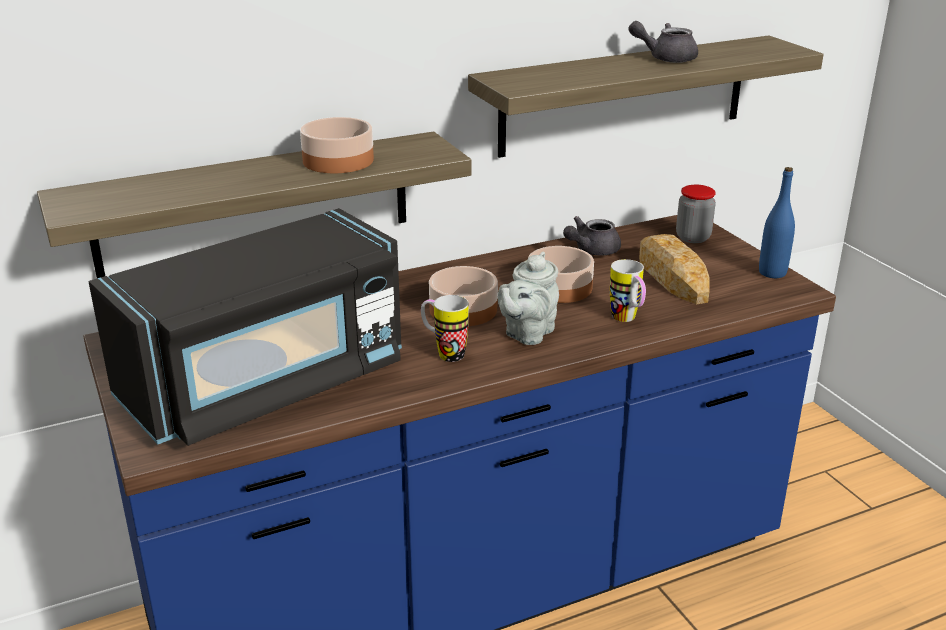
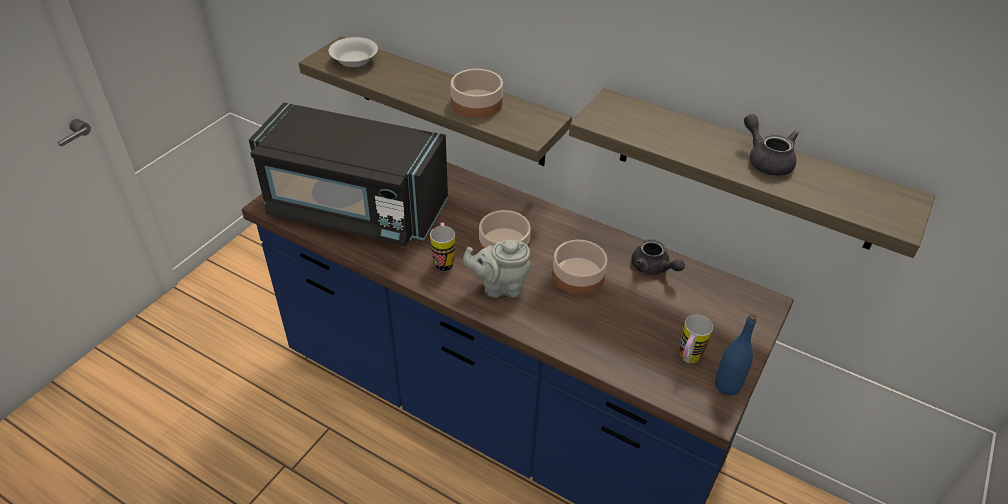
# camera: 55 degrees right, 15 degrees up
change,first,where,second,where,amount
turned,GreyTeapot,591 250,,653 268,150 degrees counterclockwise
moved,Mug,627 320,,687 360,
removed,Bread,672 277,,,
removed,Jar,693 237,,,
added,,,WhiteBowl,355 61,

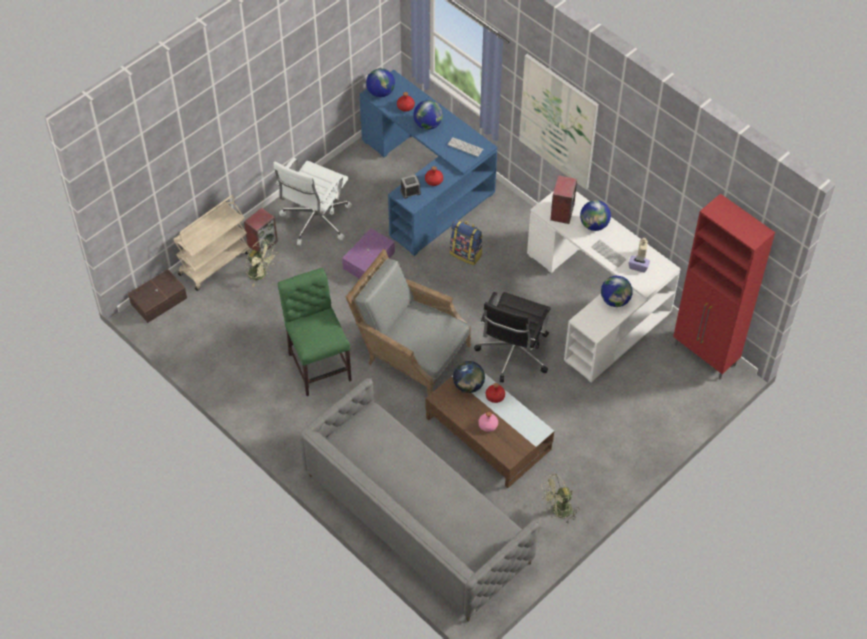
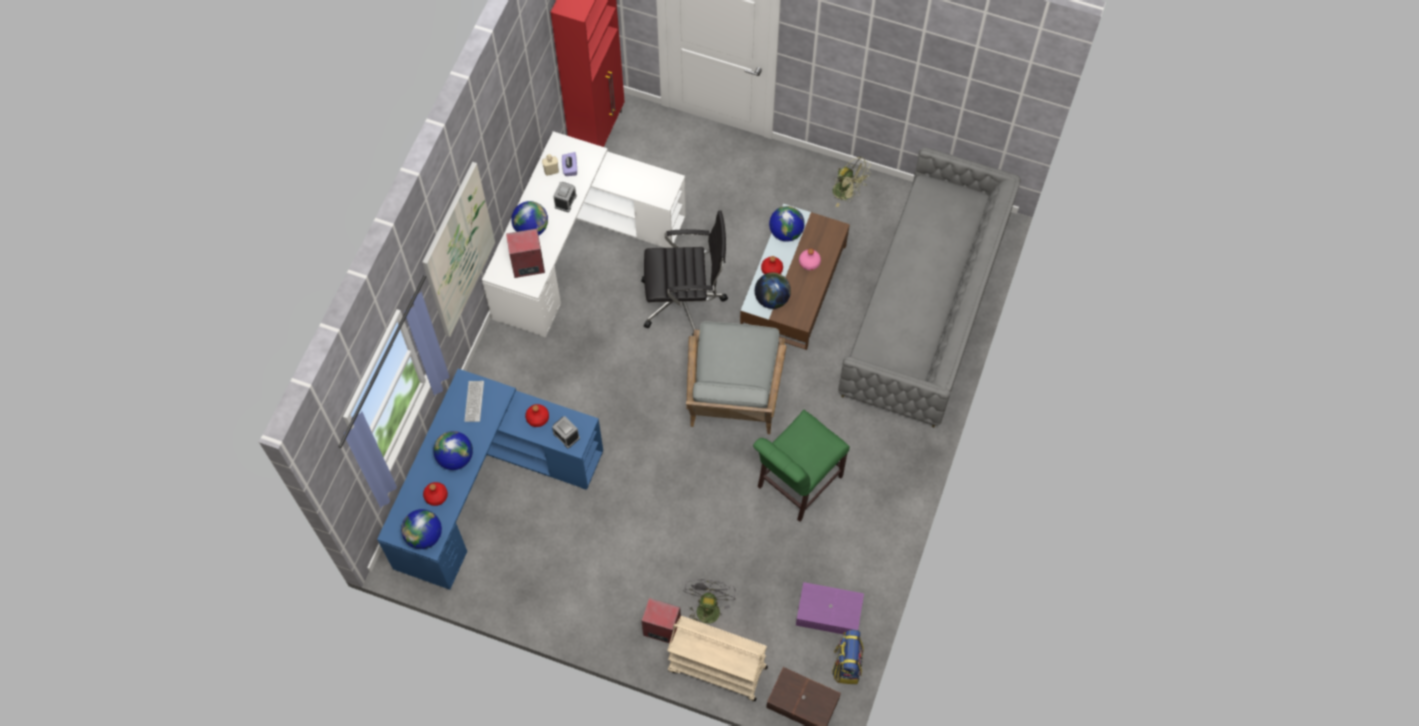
# camera: 115 degrees left, 10 degrees up
change,first,where,second,where,amount
recoloured,GreenFan,261 274,GreyFan,707 606,
removed,WhiteOfficeChair,315 221,,,
moved,PurpleStorageBox,369 260,,828 611,
moved,Backpack,466 253,,847 664,
replaced,Keyboard,608 254,AlarmClock,565 201,
moved,Globe,615 300,,786 232,

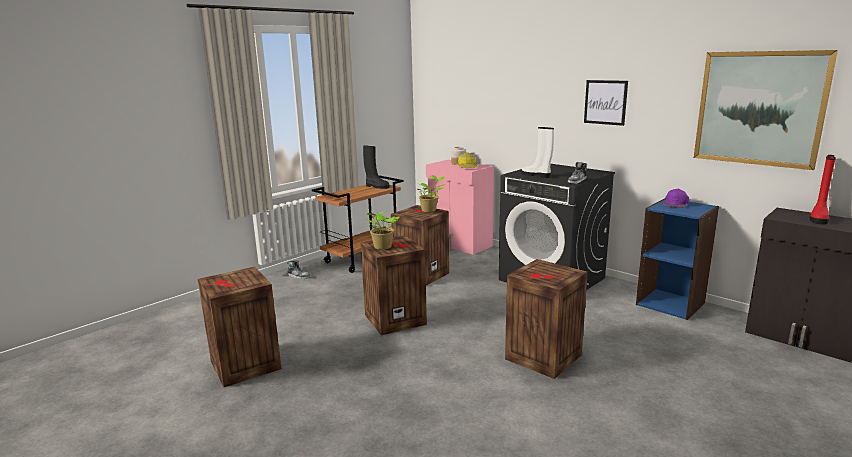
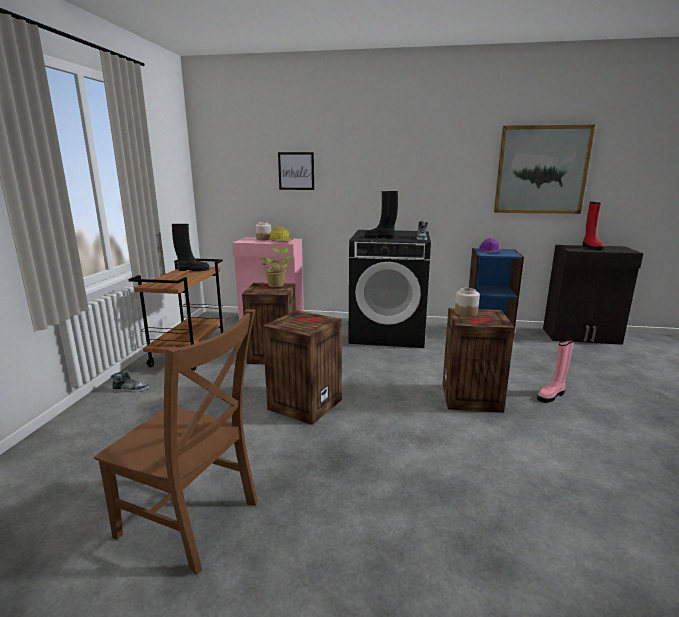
# camera: 35 degrees left, 0 degrees up
change,first,where,second,where,amount
replaced,Crate,244 366,BrownChair,192 521,
removed,PottedPlant,382 247,,,
recoloured,WhiteBoot,537 175,BlackBoot,380 237,
moved,Picture,605 102,,296 171,
added,,,Jar,466 313,
added,,,PinkBoot,551 396,

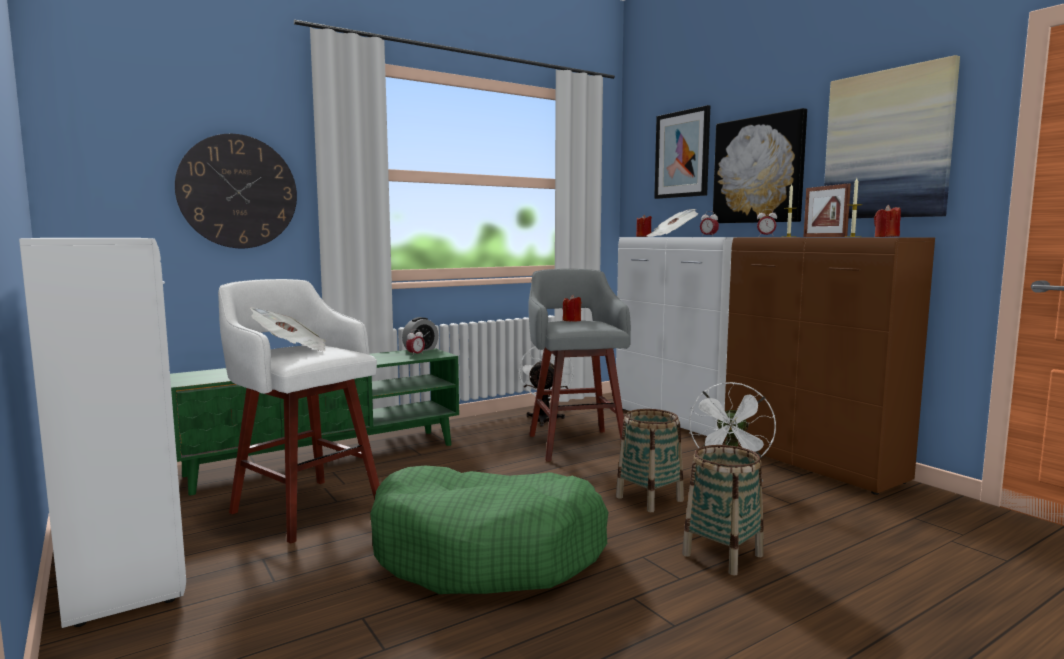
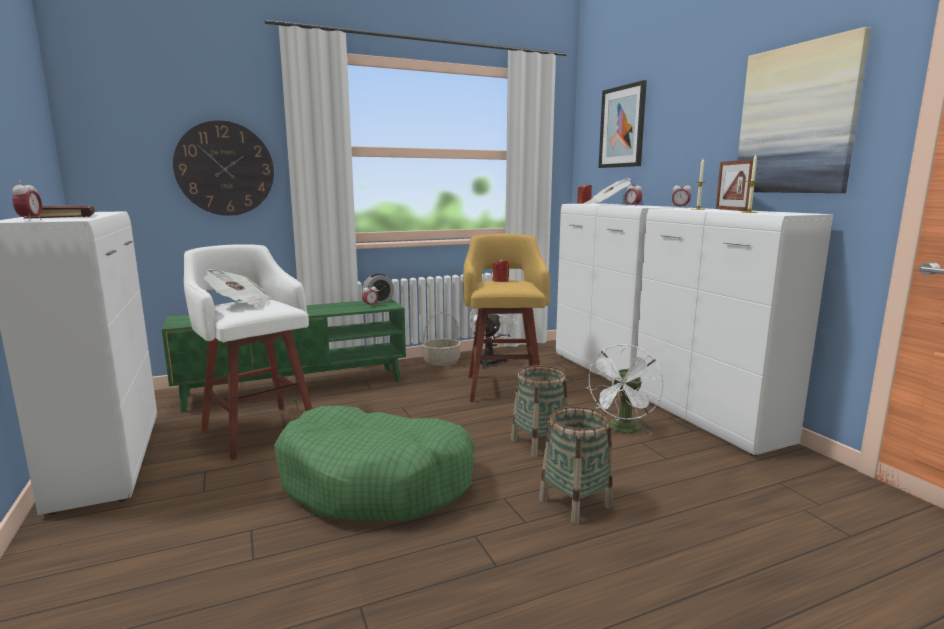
# camera: 10 degrees right, 5 degrees up
change,first,where,second,where,amount
recoloured,GreyStool,576 444,YellowStool,504 387,
removed,Picture,758 170,,,
recoloured,BrownCabinet,812 463,WhiteCabinet,709 420,
removed,RedCandle,886 237,,,
added,,,AlarmClock,30 220,
added,,,Book,63 216,
added,,,Basket,442 362,

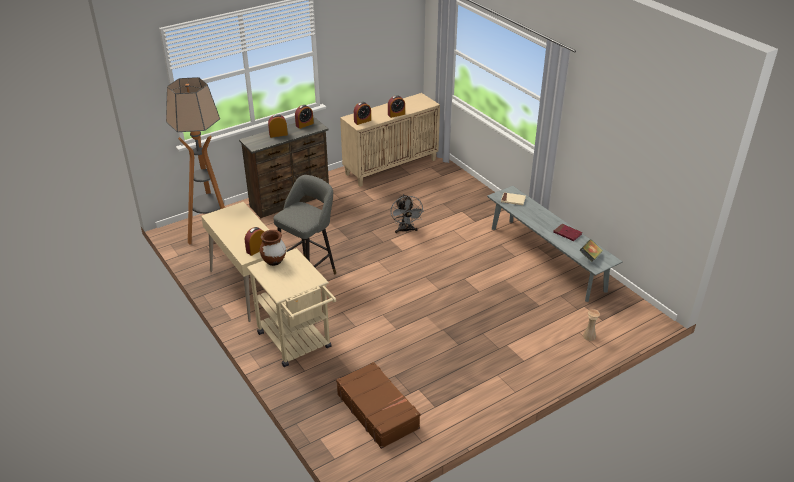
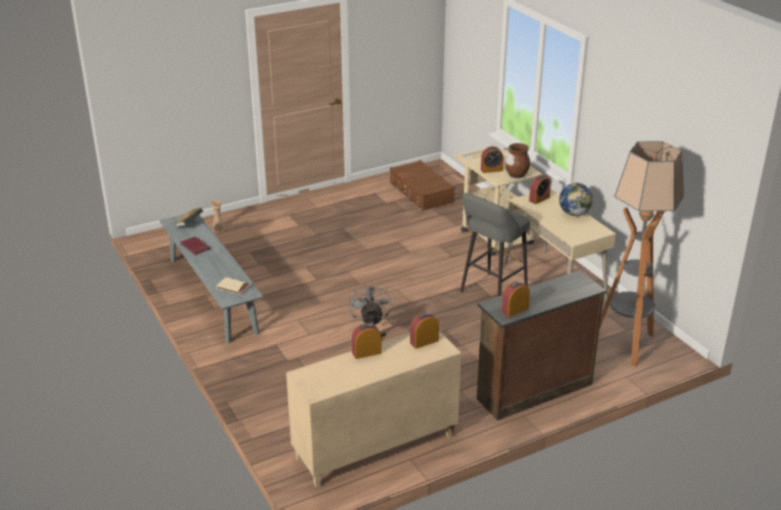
# camera: 175 degrees left, 5 degrees down
change,first,where,second,where,amount
moved,AlarmClock,278 134,,491 170,
added,,,Globe,574 213,

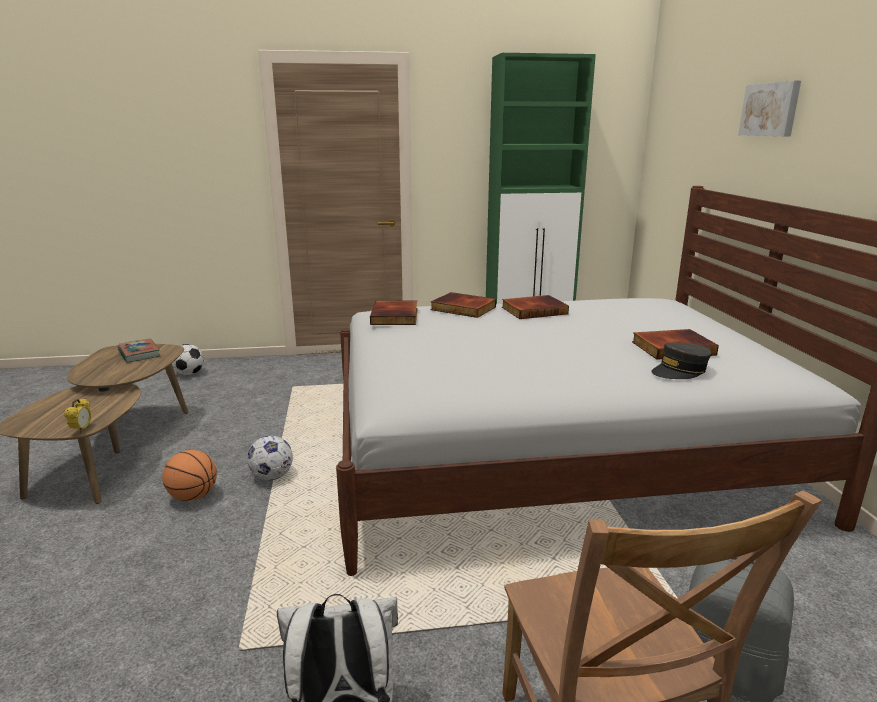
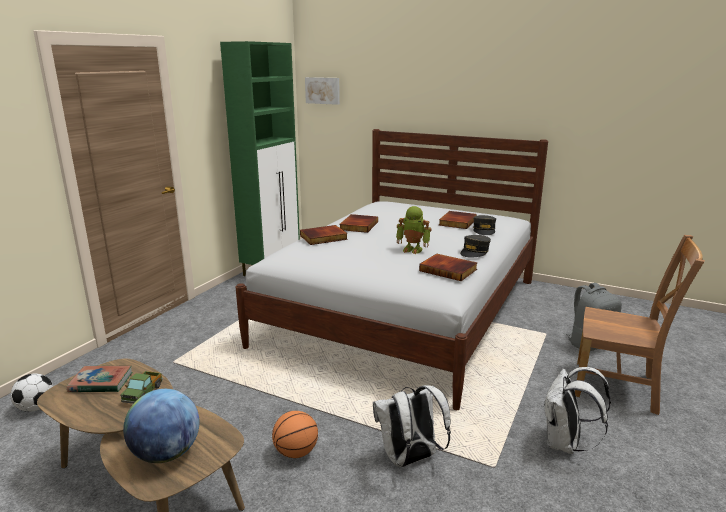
# camera: 55 degrees left, 0 degrees up
change,first,where,second,where,amount
removed,AlarmClock,82 429,,,
removed,Football,272 476,,,
moved,Book,396 316,,449 270,
moved,Picture,770 109,,323 90,
added,,,ToyTruck,143 393,
added,,,Globe,166 454,
added,,,WhiteBackpack,409 459,
added,,,ToyRobot,413 249,
added,,,GreyCap,474 252,

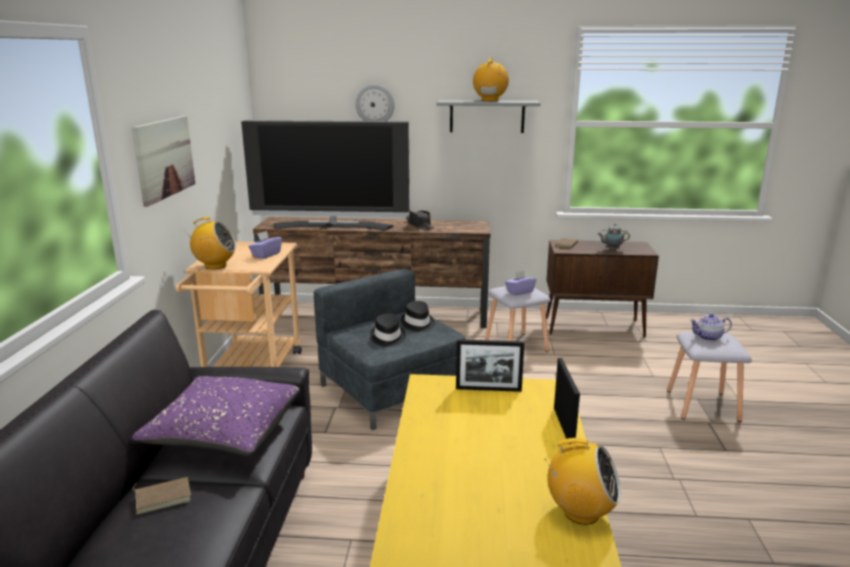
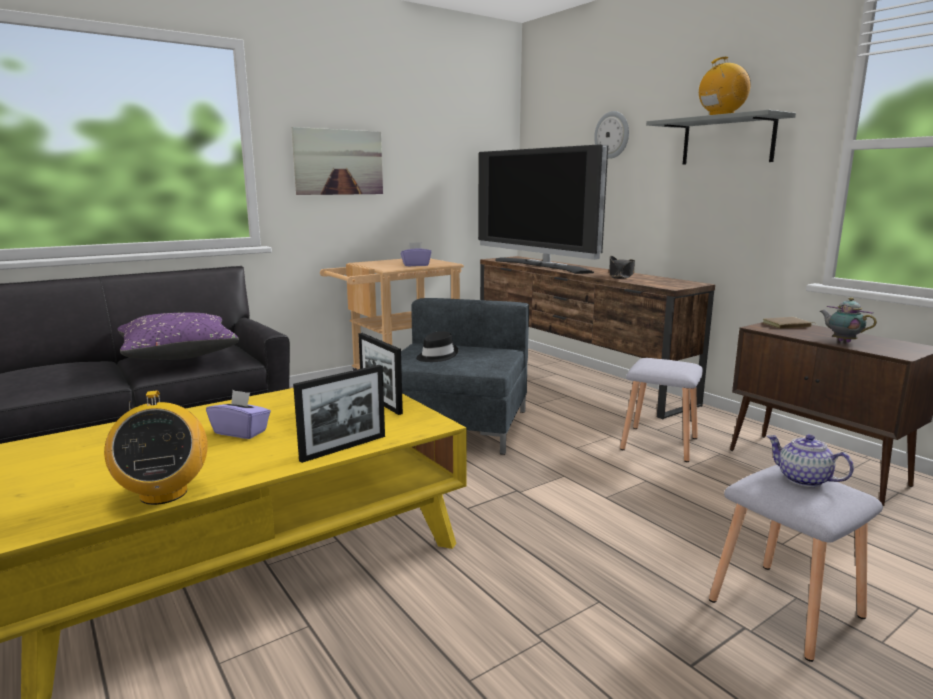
# camera: 50 degrees right, 5 degrees down
change,first,where,second,where,amount
removed,BrownBook,163 496,,,
removed,Radio,215 266,,,
removed,BlackHat,417 323,,,
moved,PurpleTissueBox,519 292,,241 432,

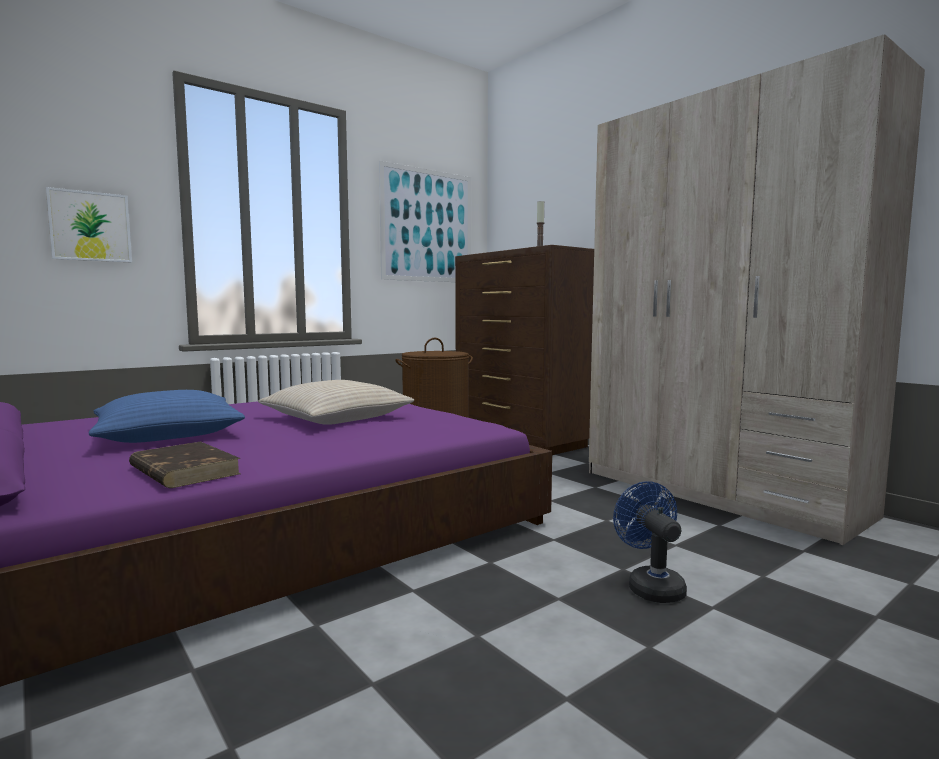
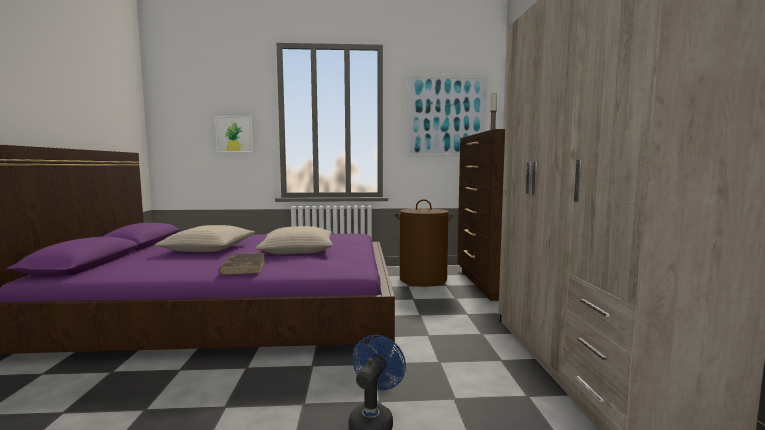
# camera: 35 degrees right, 0 degrees up
change,first,where,second,where,amount
recoloured,BluePillow,168 434,BeigePillow,209 249,
moved,BrownBook,184 470,,244 267,

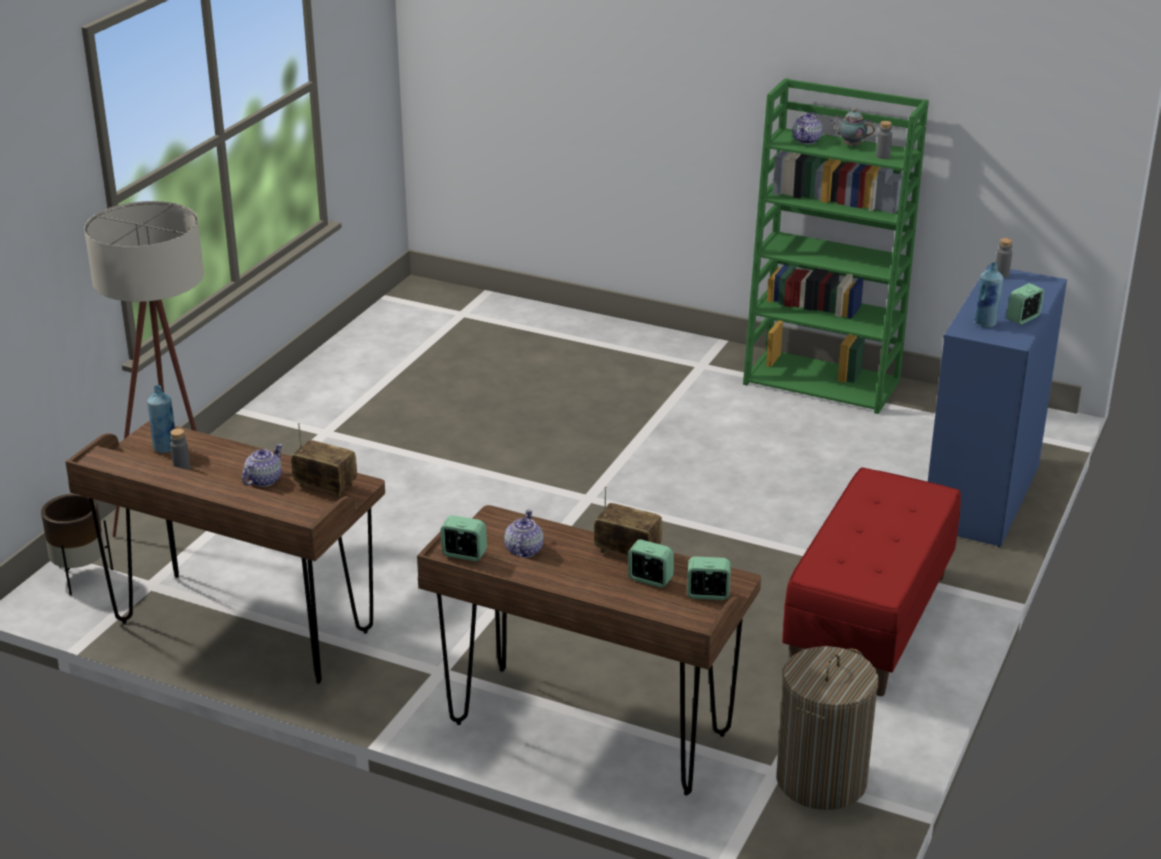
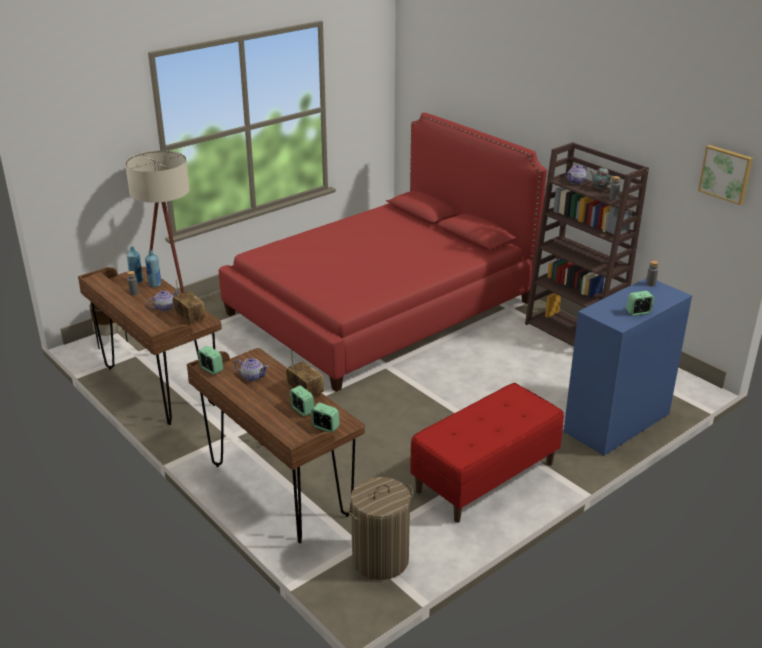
# camera: 25 degrees right, 0 degrees up
change,first,where,second,where,amount
turned,Teapot,523 551,,252 377,75 degrees clockwise
recoloured,GreenBookcase,823 382,BrownBookcase,574 333,
moved,BlueBottle,985 323,,155 284,
added,,,RedBed,380 307,
added,,,Picture,726 174,

